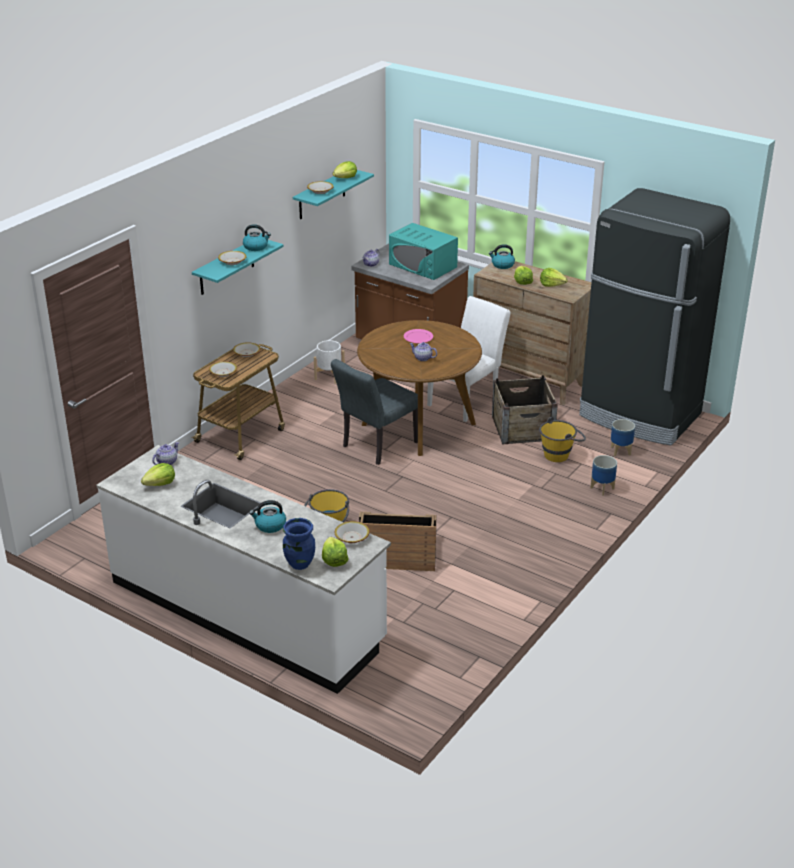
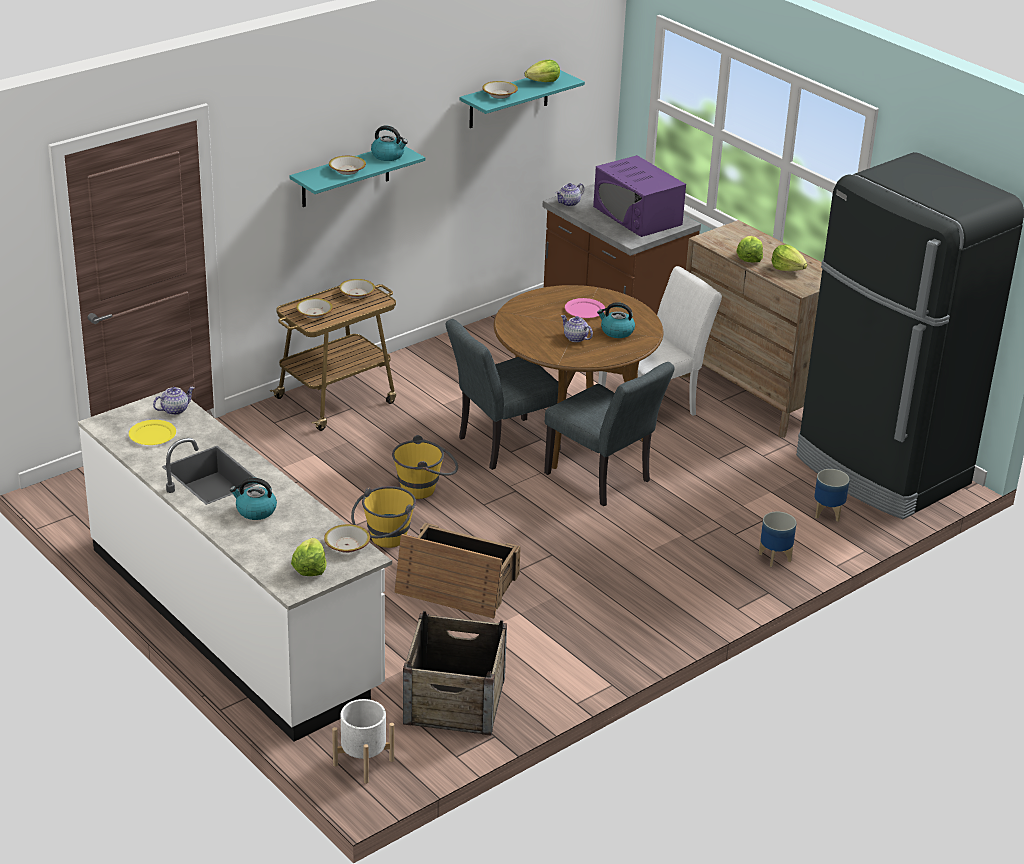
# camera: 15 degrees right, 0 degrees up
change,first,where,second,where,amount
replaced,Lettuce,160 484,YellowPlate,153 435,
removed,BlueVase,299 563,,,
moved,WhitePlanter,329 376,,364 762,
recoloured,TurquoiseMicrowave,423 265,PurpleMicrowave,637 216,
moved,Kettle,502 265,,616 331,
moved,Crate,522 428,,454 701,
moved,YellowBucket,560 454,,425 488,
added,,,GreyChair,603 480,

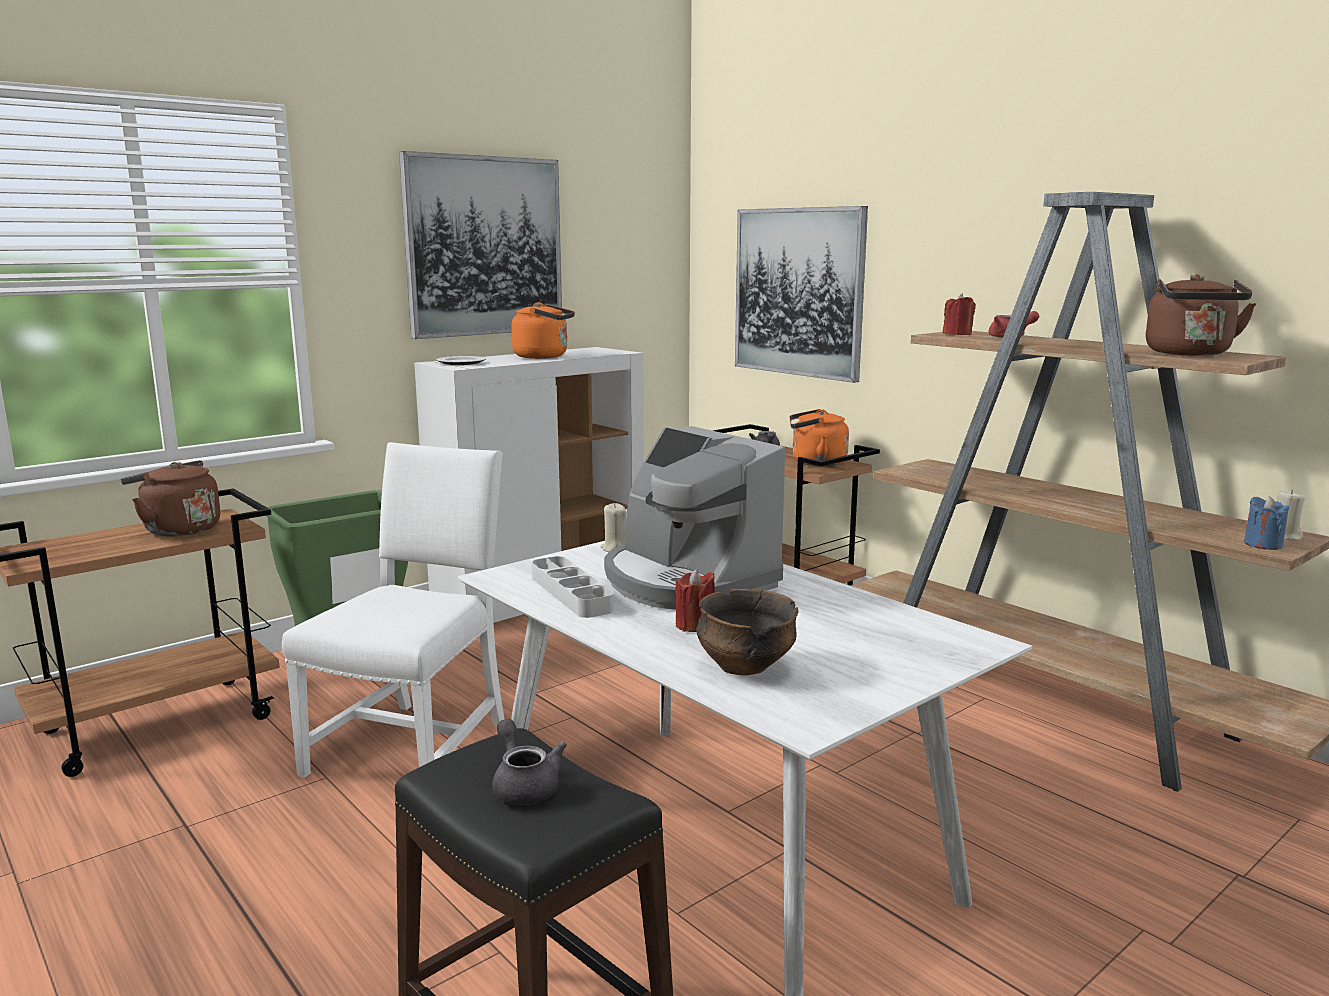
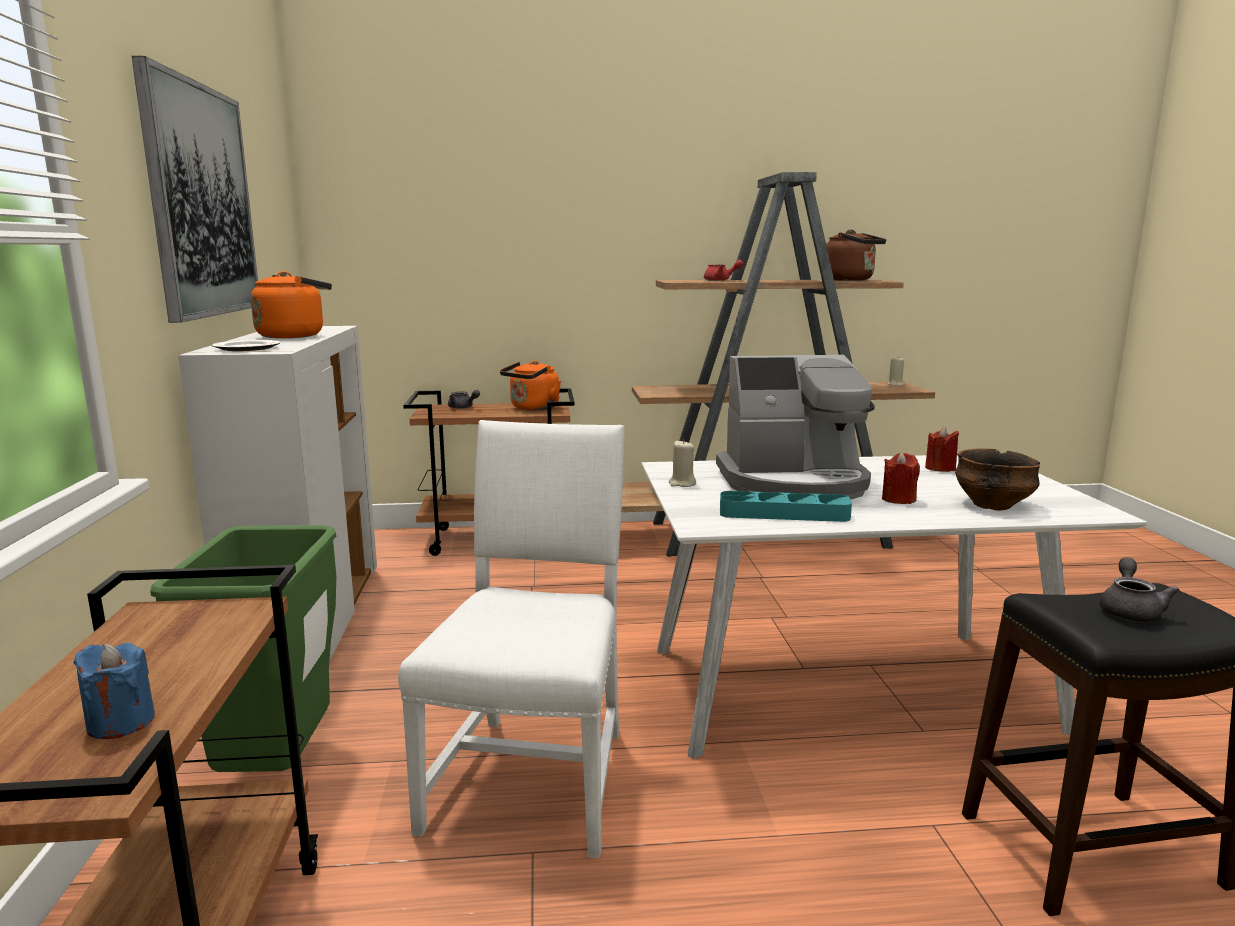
# camera: 55 degrees left, 0 degrees up
change,first,where,second,where,amount
removed,BrownKettle,178 530,,,
turned,WhiteChair,415 746,,533 775,45 degrees clockwise
turned,GreyTeapot,524 785,,1130 610,105 degrees clockwise
recoloured,GreyTray,571 593,TurquoiseTray,784 514,
removed,Picture,798 292,,,
moved,RedCandle,957 334,,940 468,
moved,BlueCandle,1263 544,,121 722,

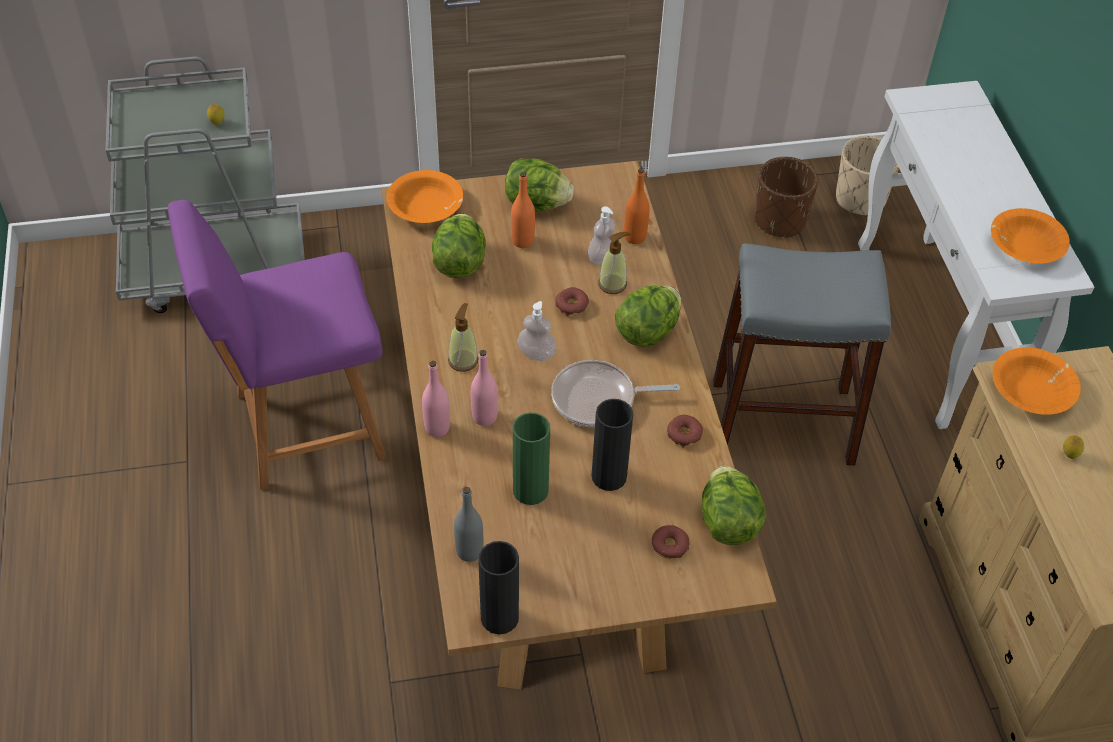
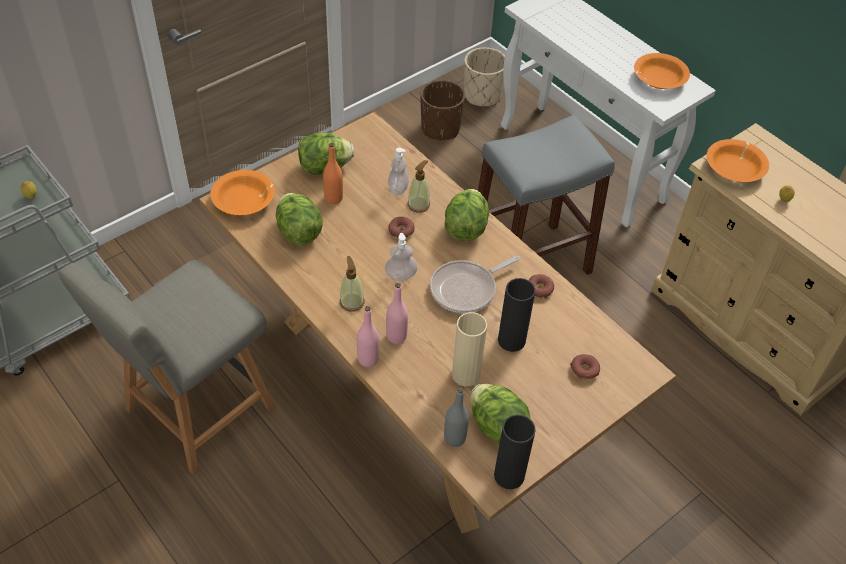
# camera: 30 degrees left, 0 degrees up
change,first,where,second,where,amount
recoloured,PurpleChair,303 427,GreyChair,196 412,
recoloured,GreenVase,530 490,BeigeVase,465 374,
removed,OrangeBottle,635 237,,,
moved,Lettuce,728 522,,496 426,

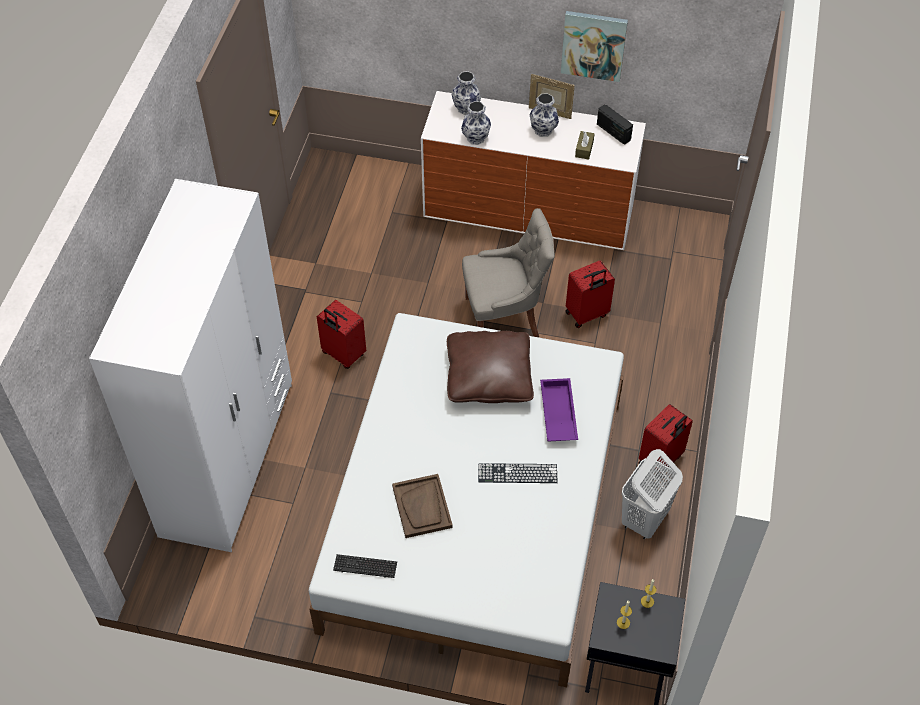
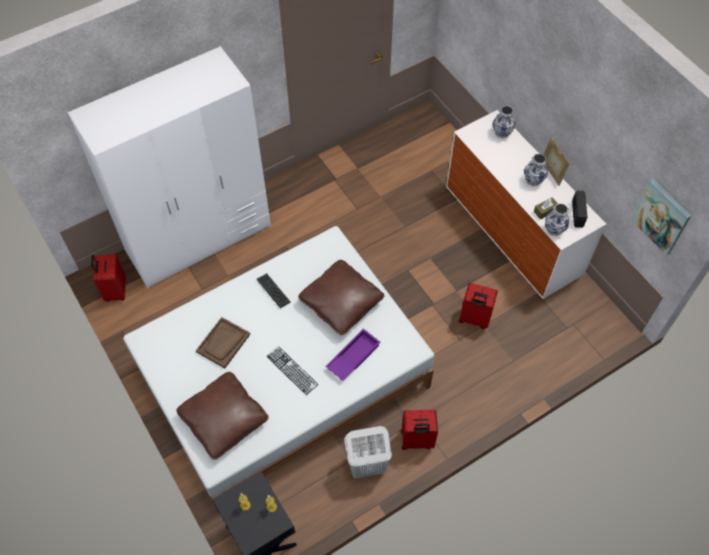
# camera: 45 degrees right, 5 degrees up
change,first,where,second,where,amount
moved,RedSuitcase,342 355,,115 290,
moved,Keyboard,365 566,,273 291,
moved,Vase,475 138,,554 229,
removed,GreyChair,504 318,,,
moved,Picture,593 45,,661 216,
added,,,BrownPillow,224 419,

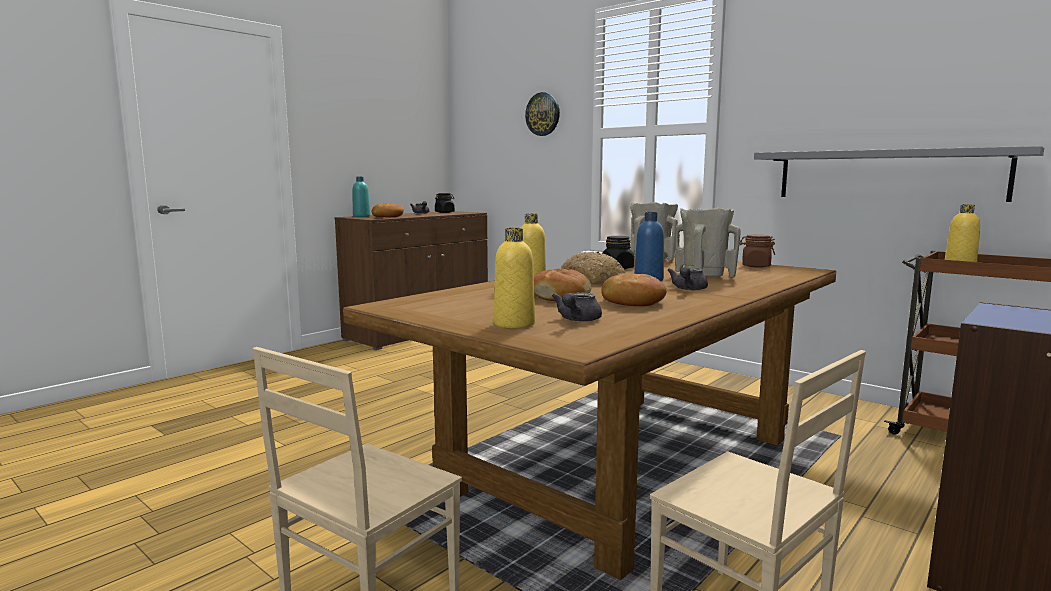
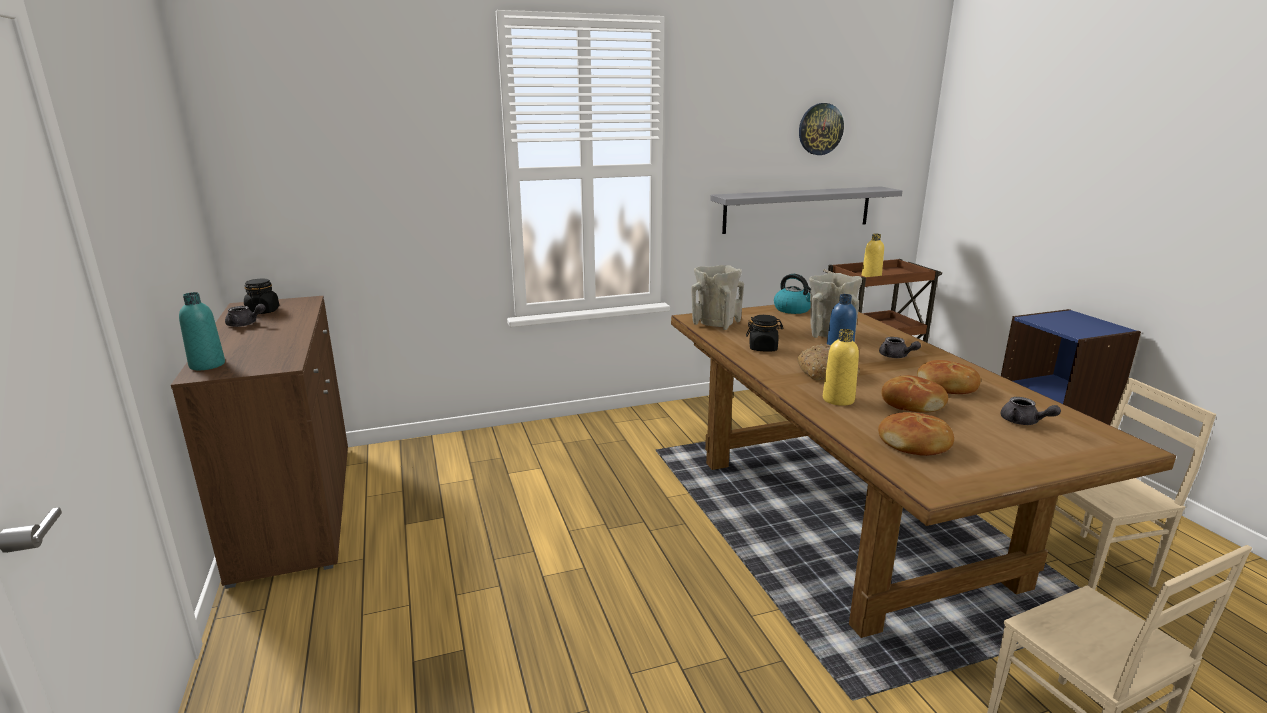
# camera: 60 degrees left, 10 degrees up
change,first,where,second,where,amount
moved,Bread,387 217,,915 444,
removed,YellowBottle,514 324,,,
moved,WallClock,543 114,,820 129,
replaced,BrownJar,755 266,Kettle,793 309,

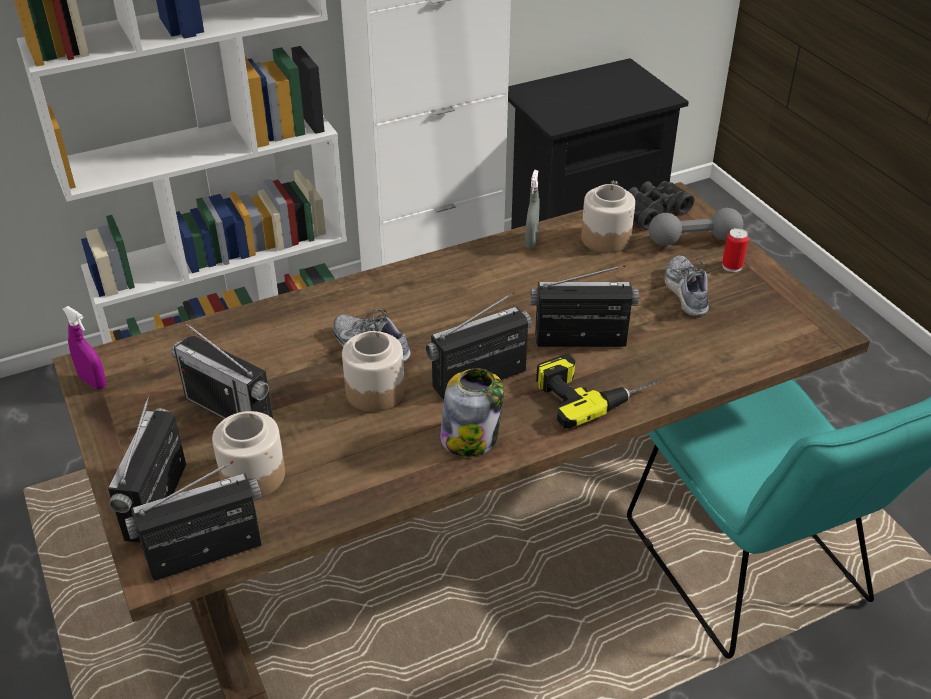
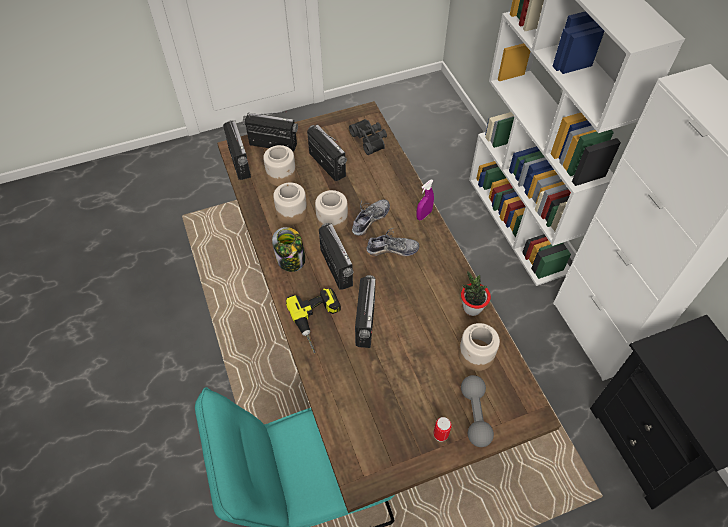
# camera: 95 degrees right, 15 degrees up
change,first,where,second,where,amount
moved,PurpleSprayBottle,93 382,,424 215,
turned,Radio,229 410,,327 165,105 degrees clockwise
replaced,GreySprayBottle,531 241,PottedPlant,472 308,
moved,BlackBinoculars,652 211,,370 139,
moved,Shoe,686 292,,392 249,
added,,,Jar,291 212,

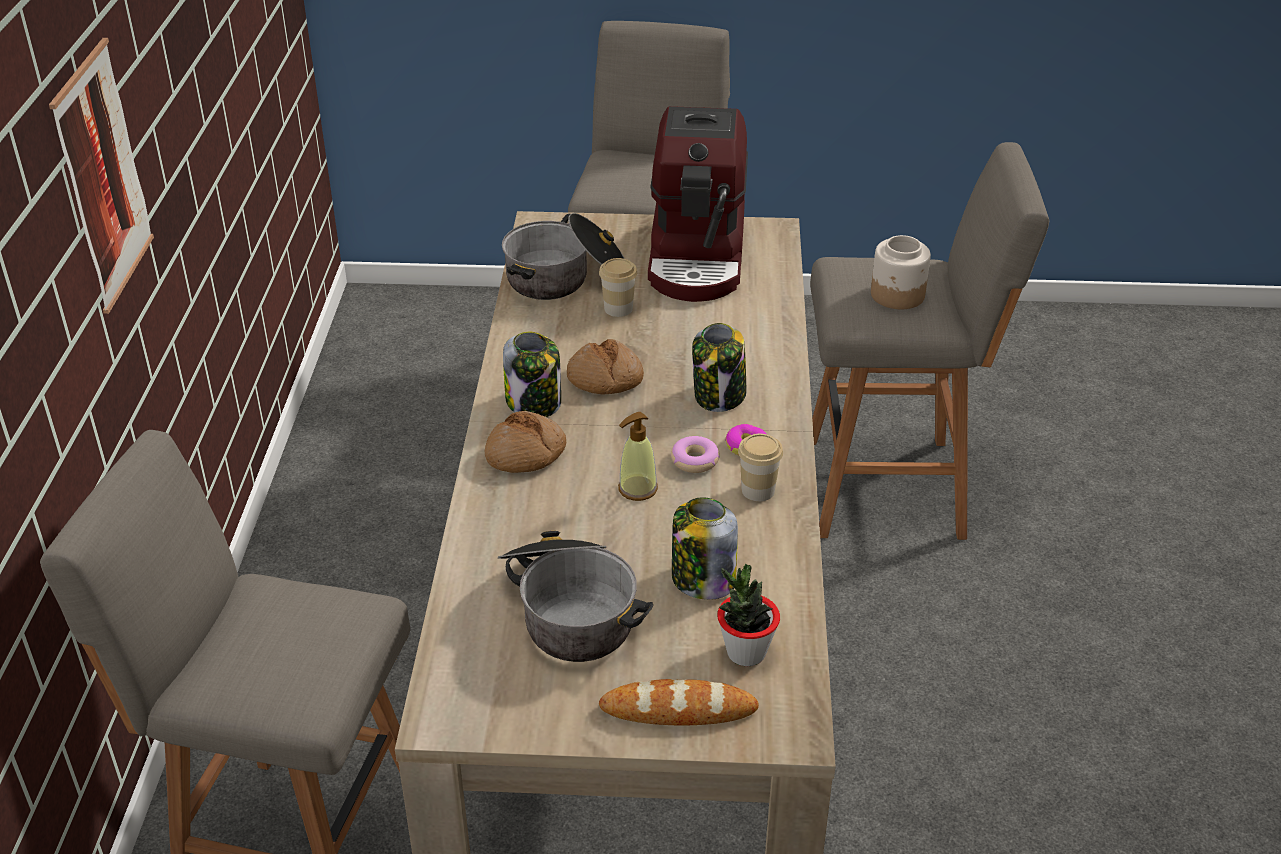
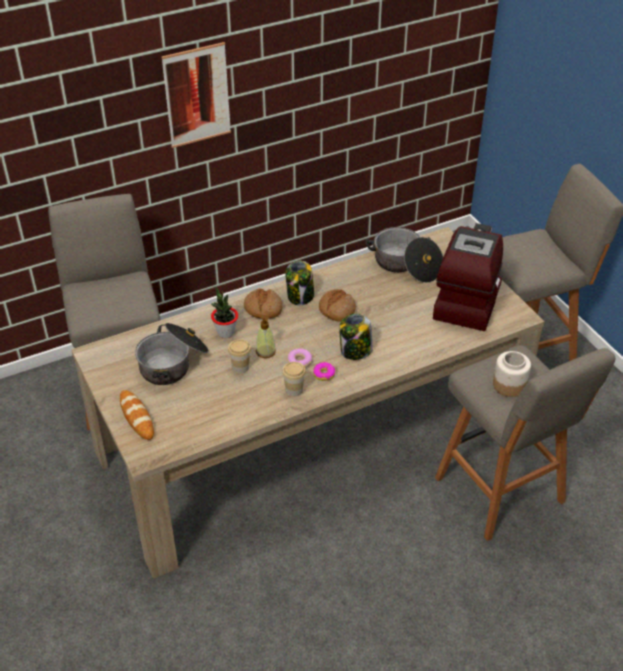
# camera: 60 degrees right, 5 degrees up
change,first,where,second,where,amount
moved,Cup,618 309,,240 367,
turned,CoffeeMachine,698 258,,466 300,135 degrees clockwise
removed,Jar,702 580,,,
moved,PottedPlant,746 653,,225 332,

